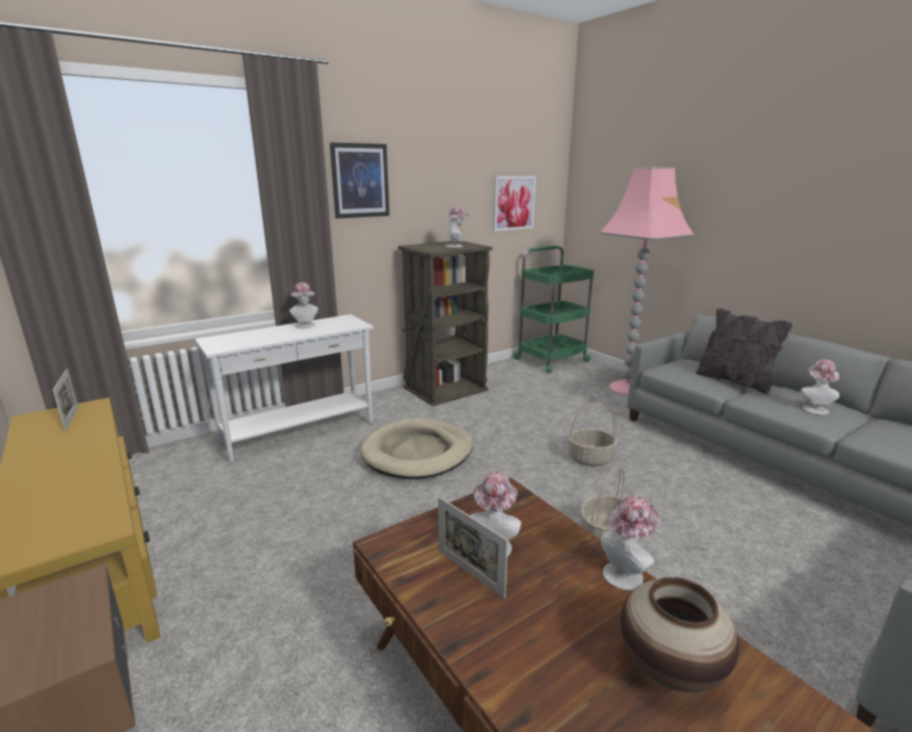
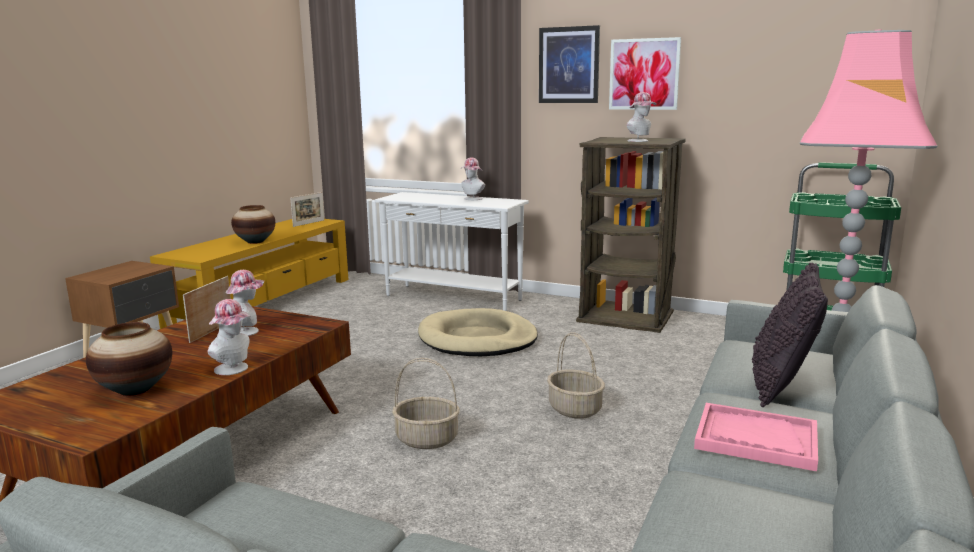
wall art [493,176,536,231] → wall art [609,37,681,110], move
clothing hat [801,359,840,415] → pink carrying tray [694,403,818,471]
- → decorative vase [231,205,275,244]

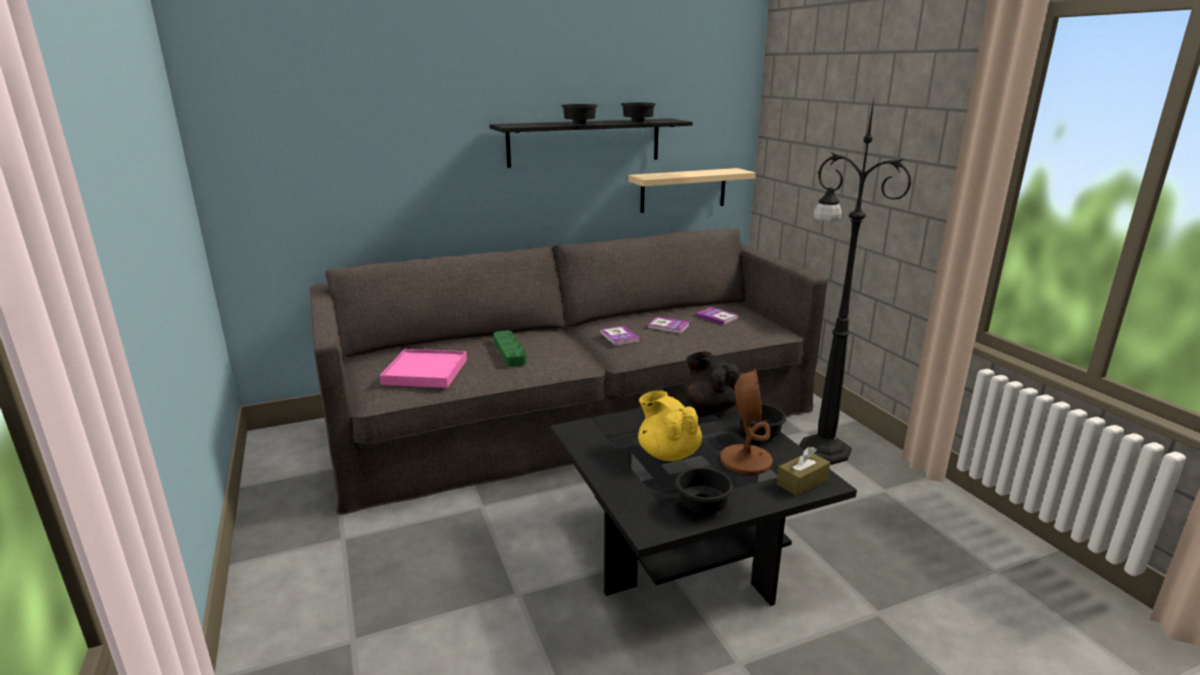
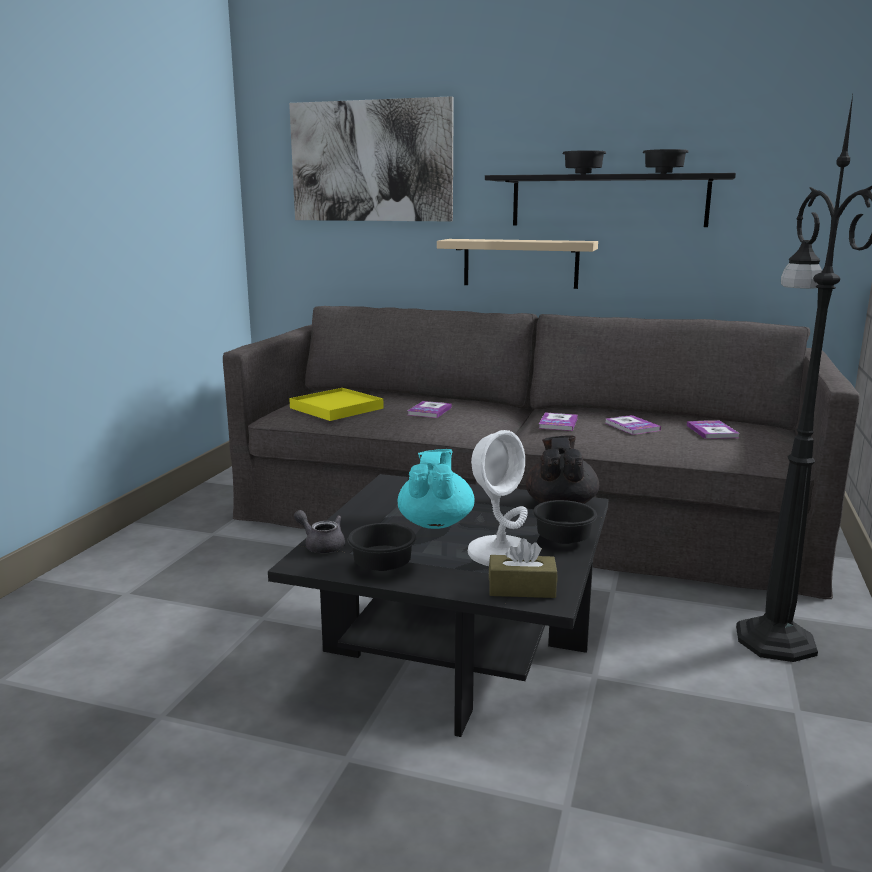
pink carrying tray [380,349,467,388] → yellowish carrying tray [289,388,384,421]
green-coloured carrying tray [493,330,527,367] → bound book [408,401,452,418]
beige shelf [628,168,756,213] → beige shelf [437,239,598,289], move
yellowish pot for tea [638,391,702,461] → turquoise-coloured pot for tea [398,449,475,529]
brown table lamp [720,369,773,475] → white-coloured table lamp [468,430,529,566]
- → wall art [289,96,454,221]
- → grey pot for tea [294,510,345,553]

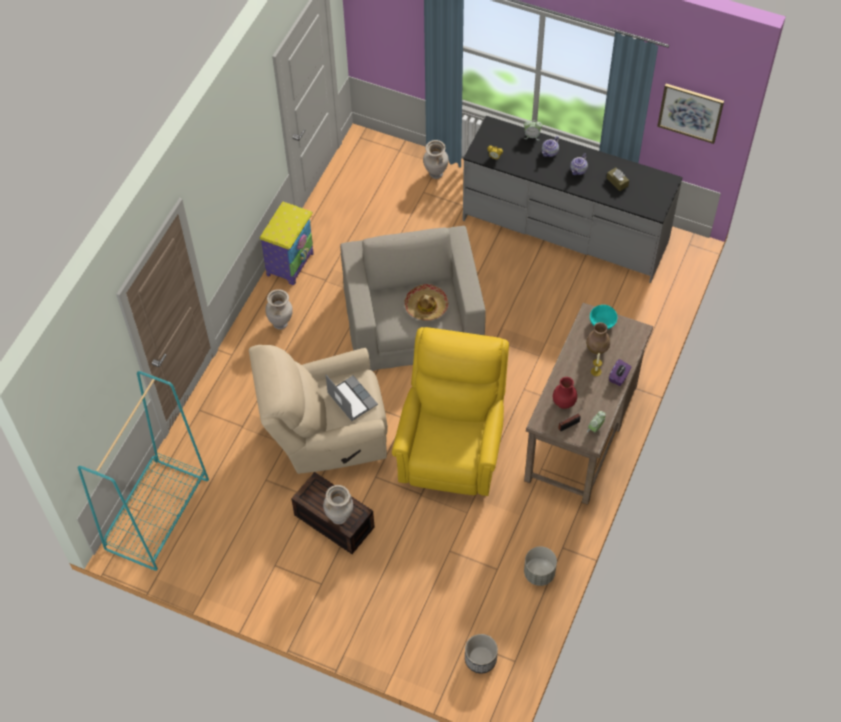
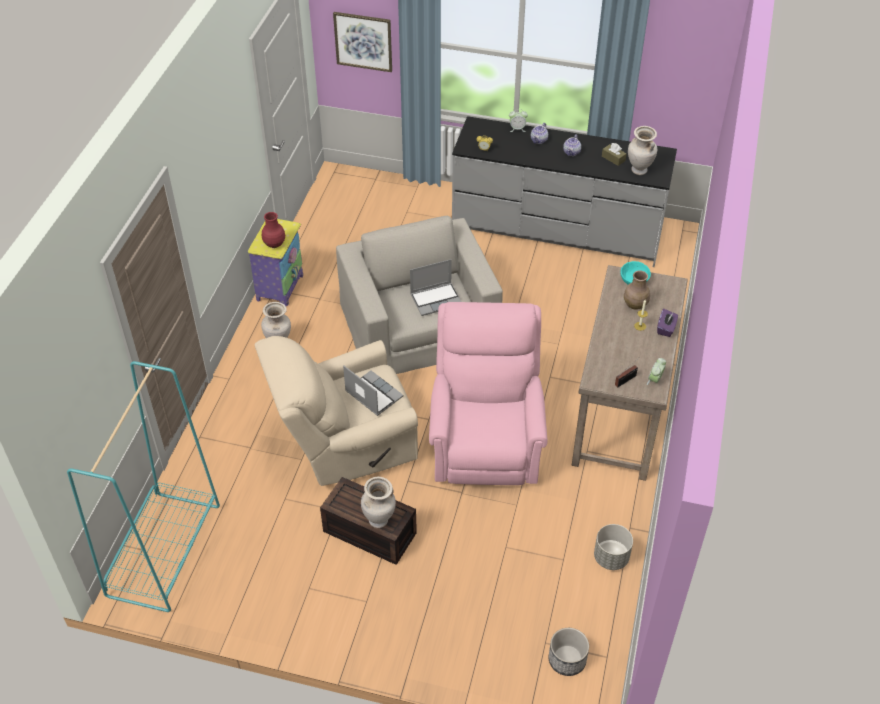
yellowish armchair [392,327,509,496] → pink armchair [429,302,548,485]
clothing hat [404,284,448,321] → laptop [410,259,461,316]
beige decorative vase [423,140,449,179] → beige decorative vase [628,126,657,175], move
reddish decorative vase [553,377,577,409] → reddish decorative vase [262,212,285,248], move
wall art [657,84,724,144] → wall art [333,12,392,72], move

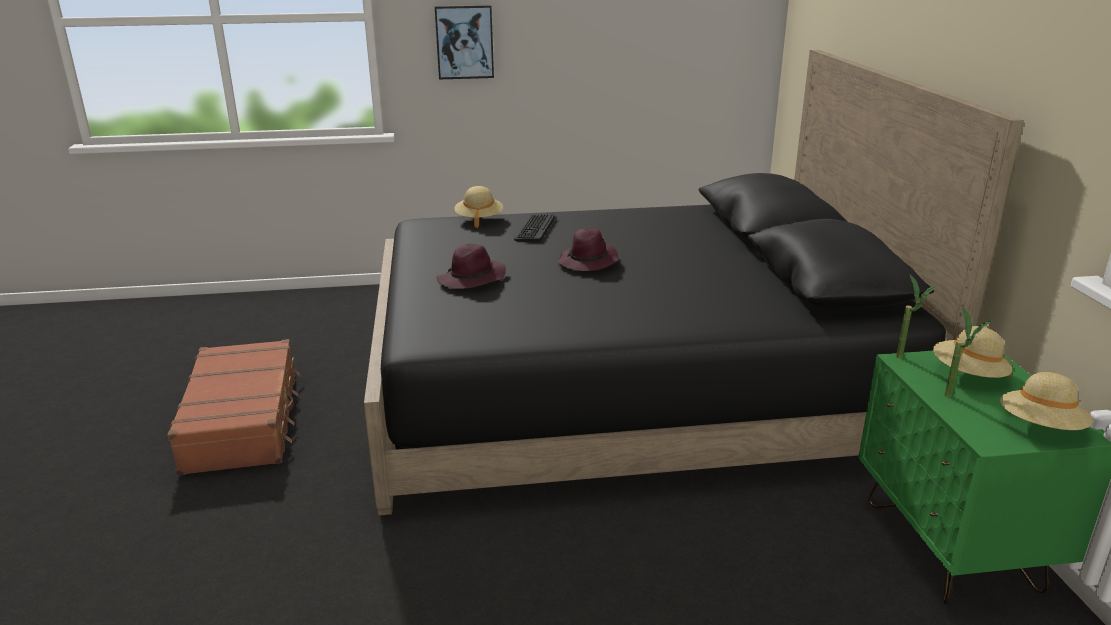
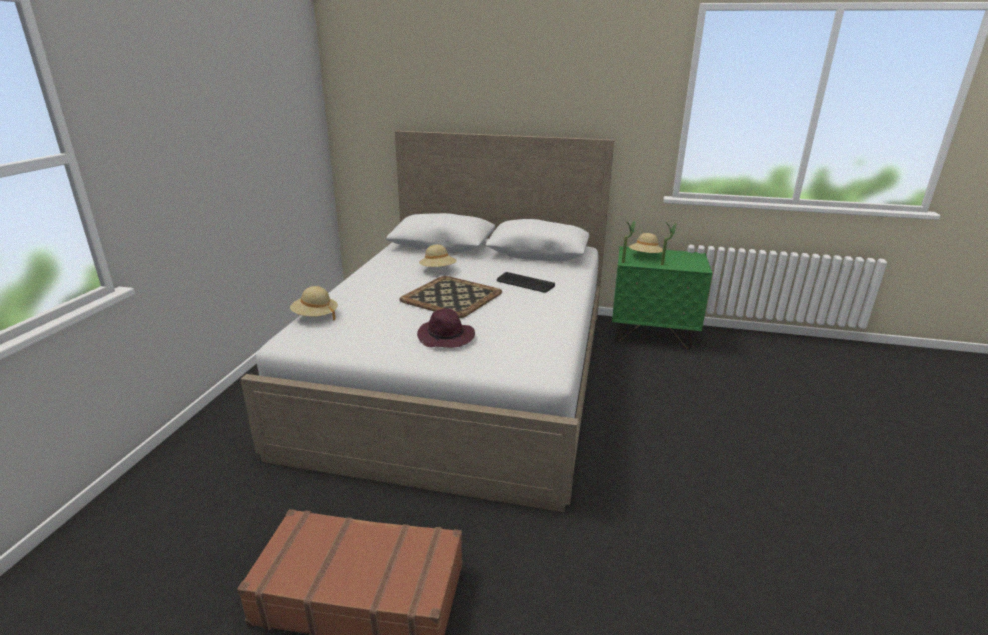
blackish bedroom bed [364,50,1024,516] → white-coloured bedroom bed [240,131,614,512]
wall art [435,5,494,79] → -
computer keyboard [514,214,555,243] → computer keyboard [497,272,555,292], move
purple clothing hat [558,228,619,271] → carrying tray [399,276,502,318]
beige clothing hat [1000,372,1093,430] → beige clothing hat [419,245,457,267], move

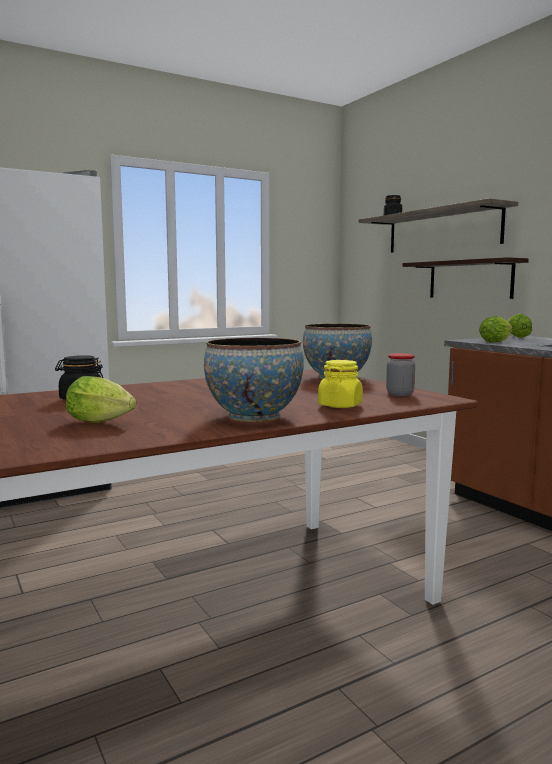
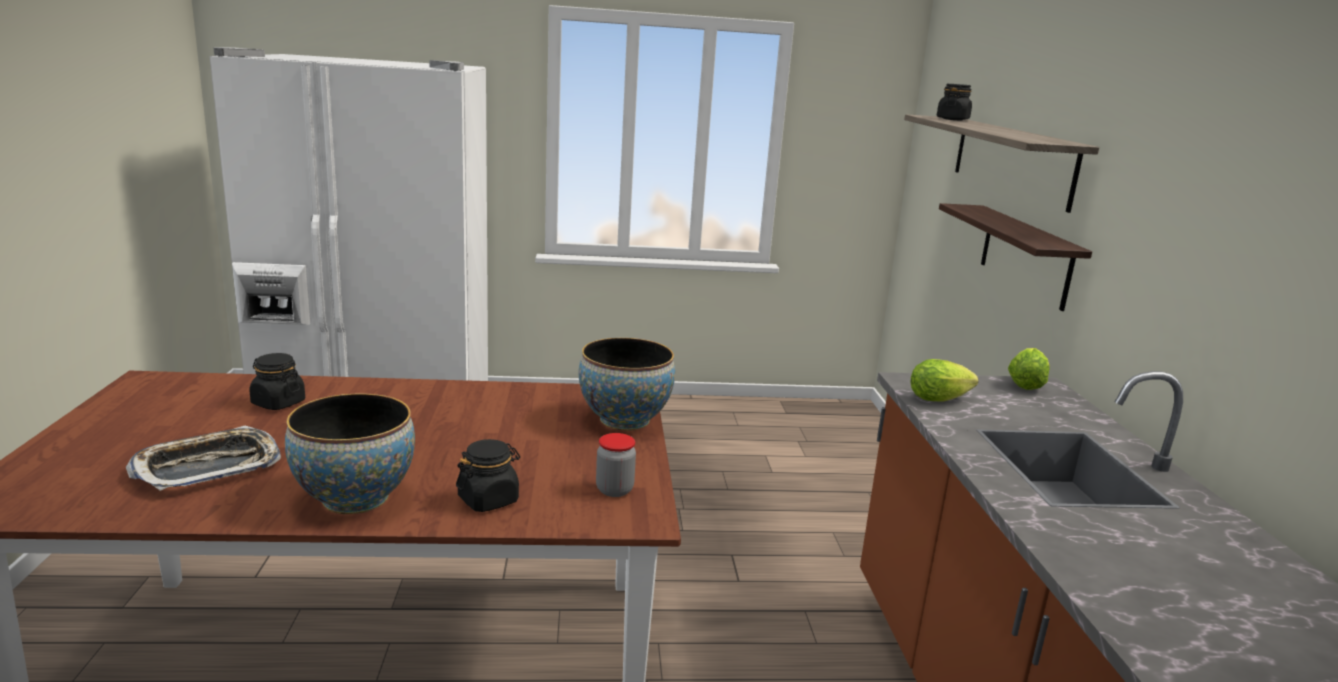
lettuce head [66,376,136,423] → carrying tray [126,426,281,491]
yellowish preserve jar [318,360,363,408] → blackish preserve jar [456,439,520,512]

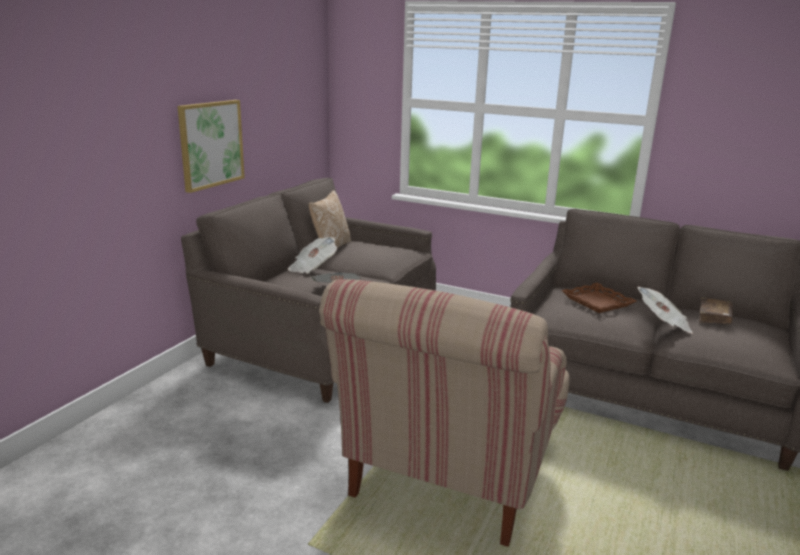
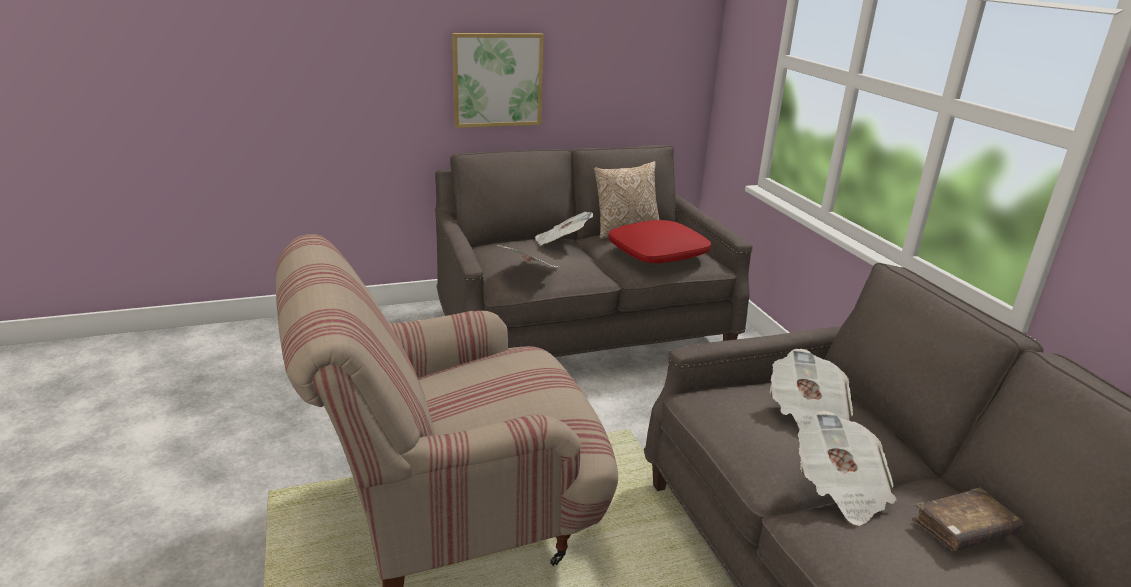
brown carrying tray [561,283,636,313] → daily paper [769,349,853,430]
- → reddish throw pillow [609,220,711,263]

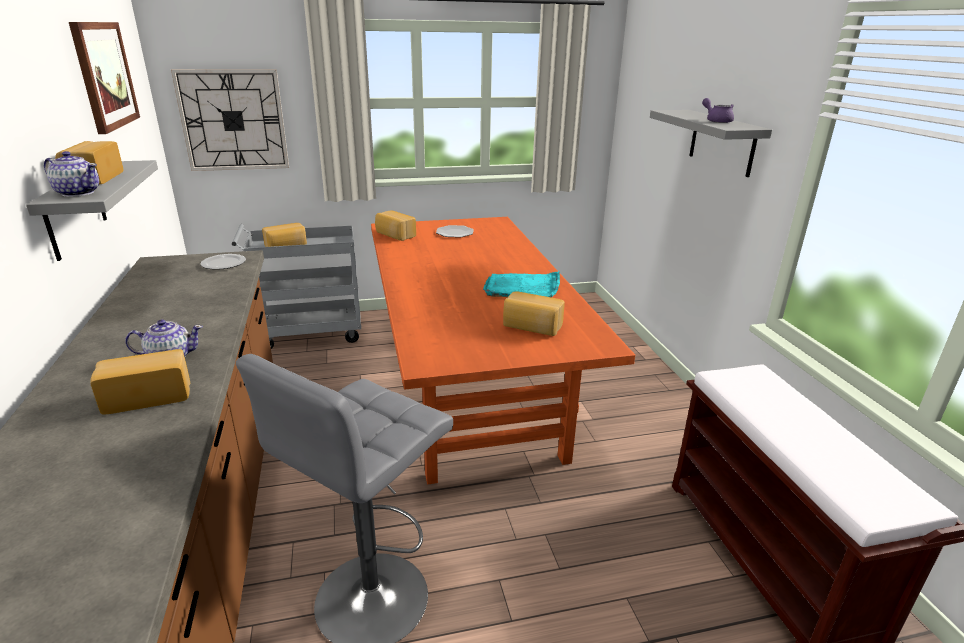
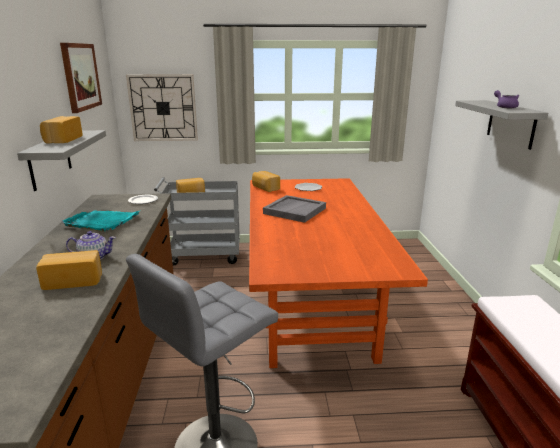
pot for tea [44,151,99,197] → -
turquoise-coloured carrying tray [483,271,560,297] → turquoise-coloured carrying tray [62,210,139,232], move
bakery bread [503,291,565,336] → -
- → grey carrying tray [263,195,326,223]

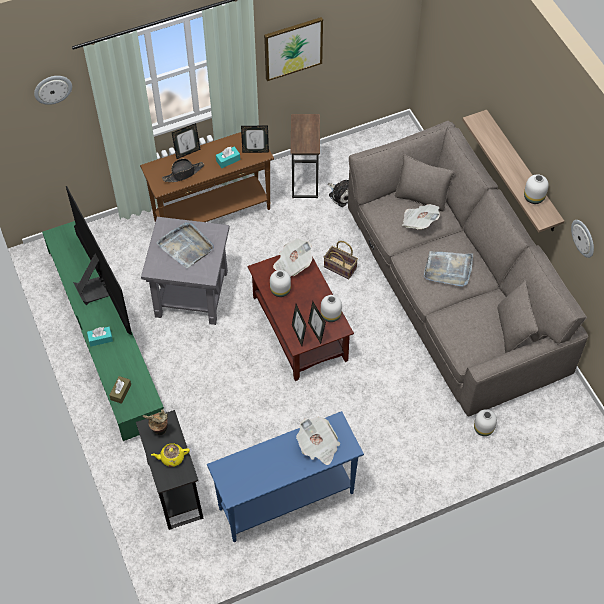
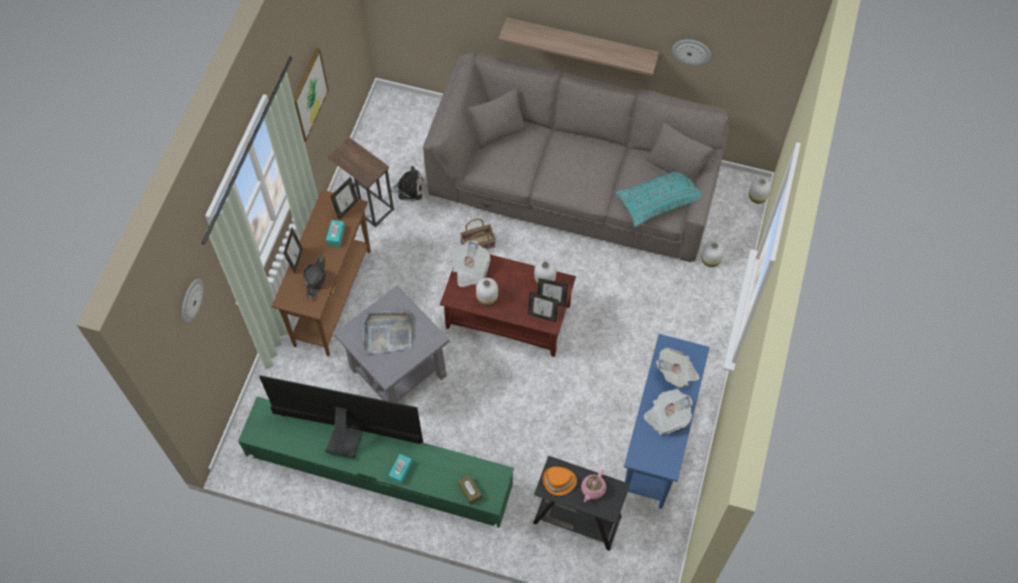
houseplant [143,409,168,435] → orange clothing hat [543,467,577,495]
yellowish pot for tea [151,443,190,467] → pink pot for tea [581,469,606,502]
daily paper [402,204,440,229] → daily paper [644,389,693,435], move
grey carrying tray [424,251,473,287] → -
white-coloured decorative vase [524,174,549,204] → white-coloured decorative vase [749,177,771,204], move
- → turquoise-coloured throw pillow [616,172,701,227]

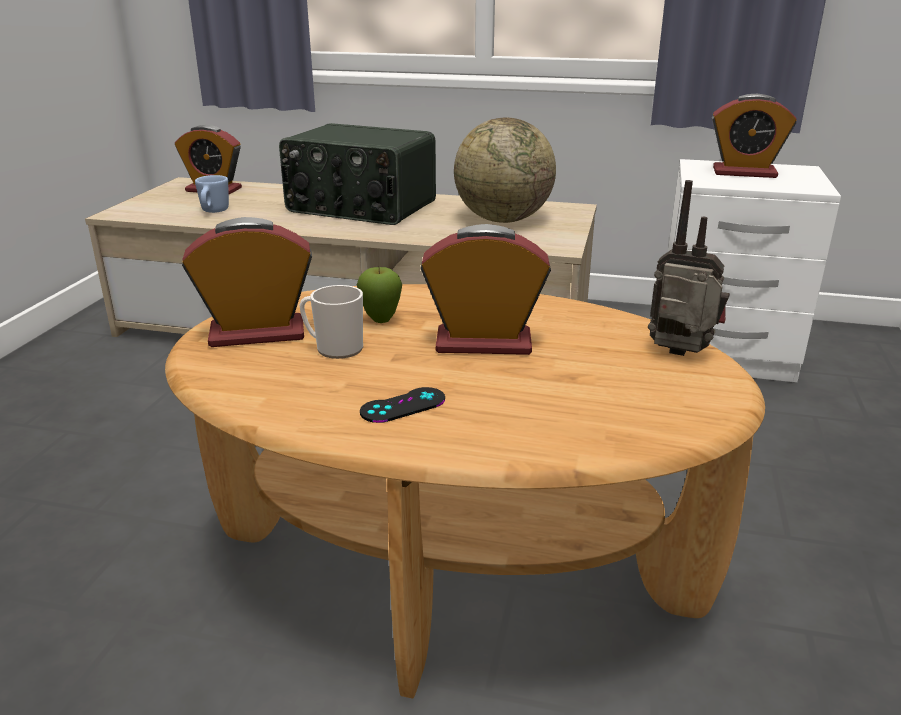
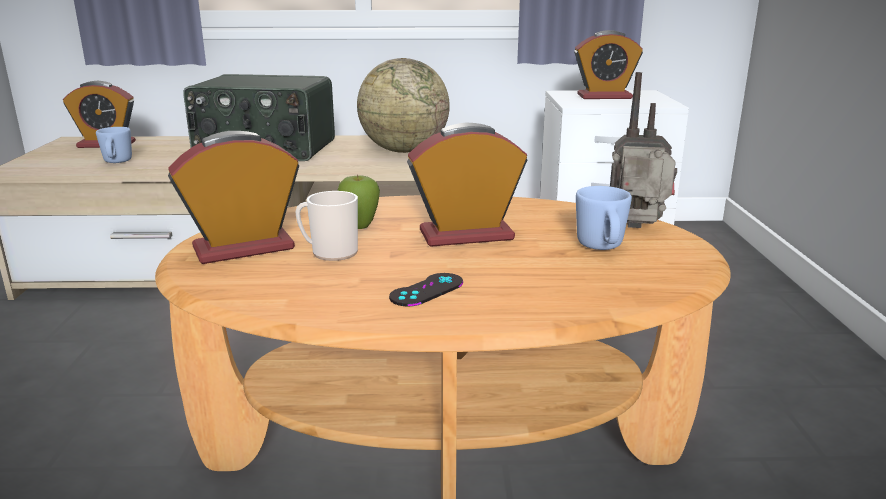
- → blue-coloured tea mug [576,186,632,250]

